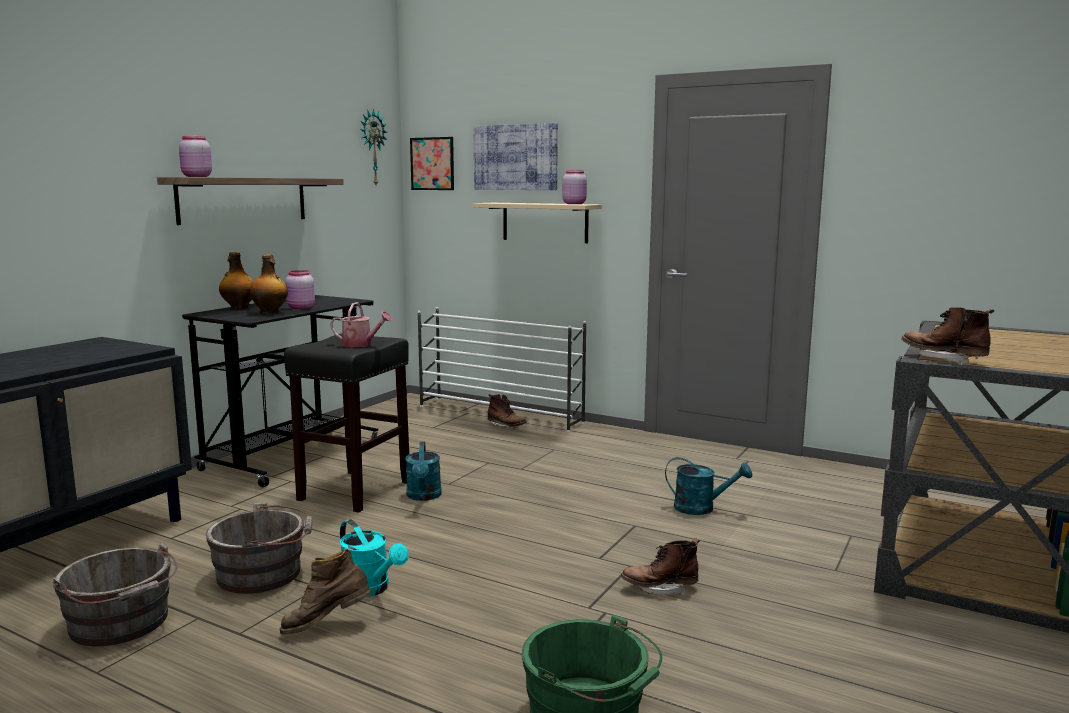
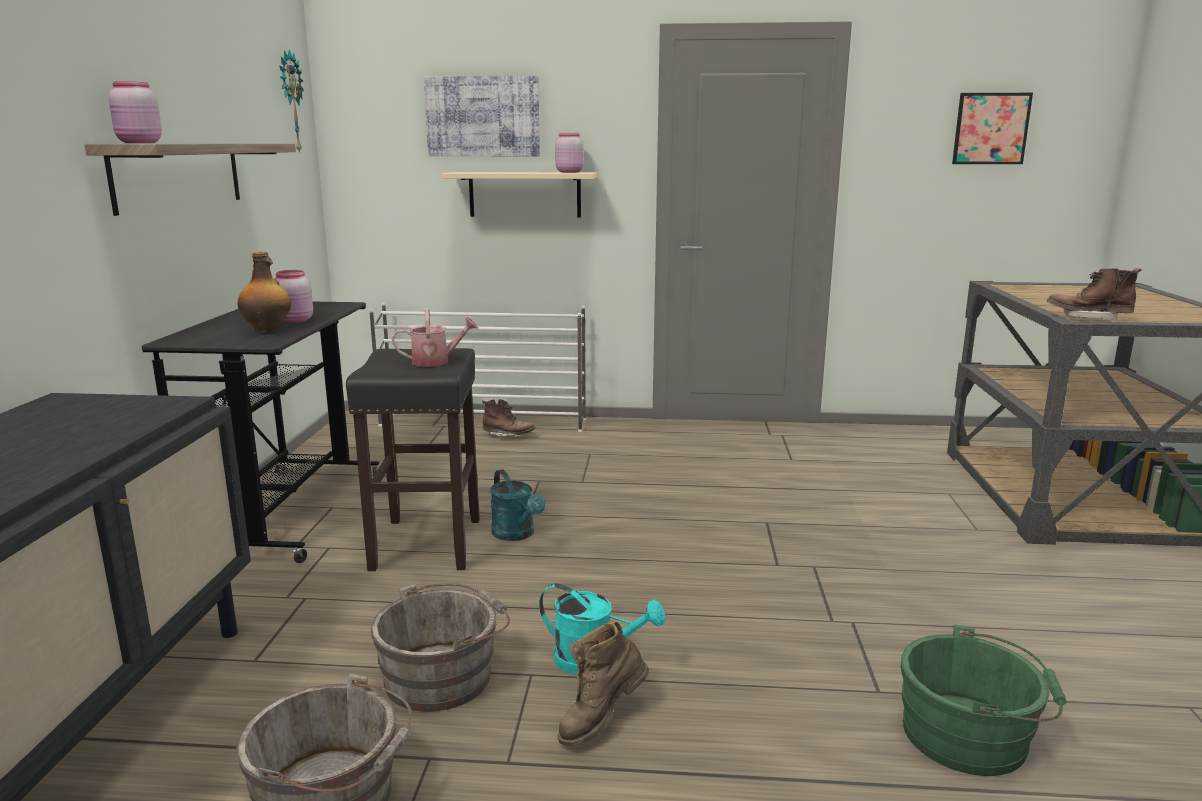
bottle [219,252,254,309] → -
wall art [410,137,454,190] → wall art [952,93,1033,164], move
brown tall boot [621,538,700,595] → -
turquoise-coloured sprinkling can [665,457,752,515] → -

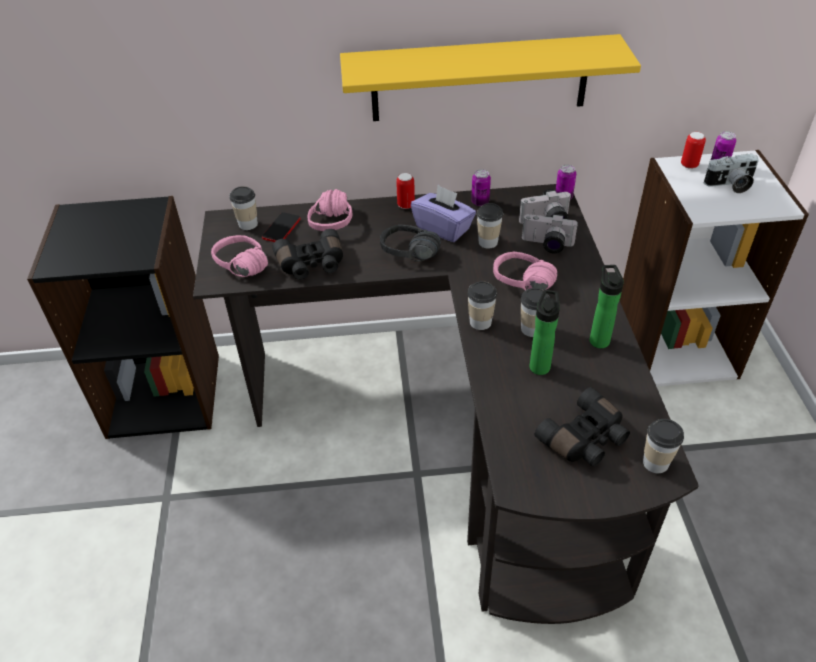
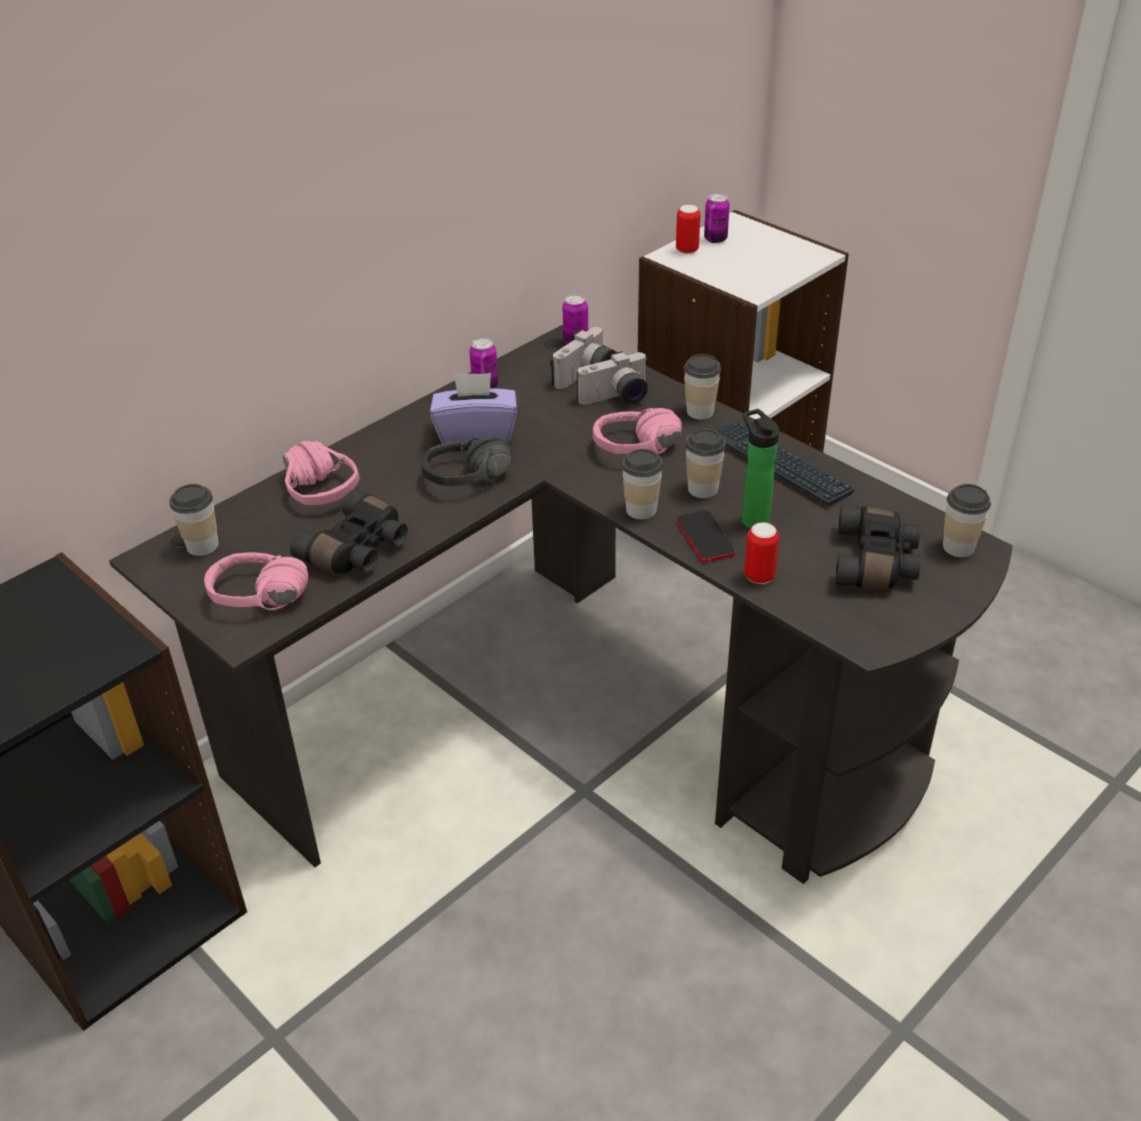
phone [262,212,300,242] → phone [676,510,735,563], move
yellowish shelf [340,34,641,121] → -
can [396,173,415,209] → can [744,522,779,584], move
drinking cup [477,203,503,248] → drinking cup [684,354,721,420], move
bottle [590,265,624,349] → computer keyboard [715,421,855,506]
still camera [704,154,759,193] → -

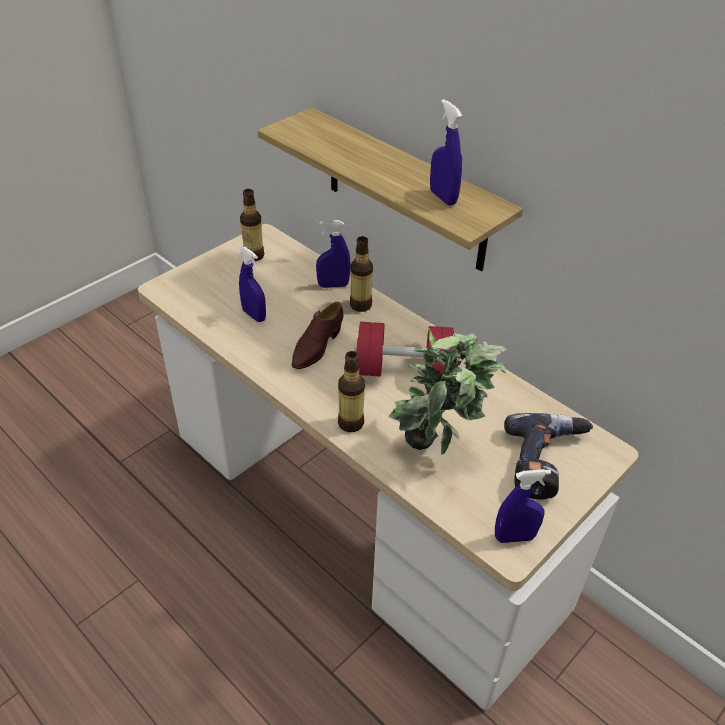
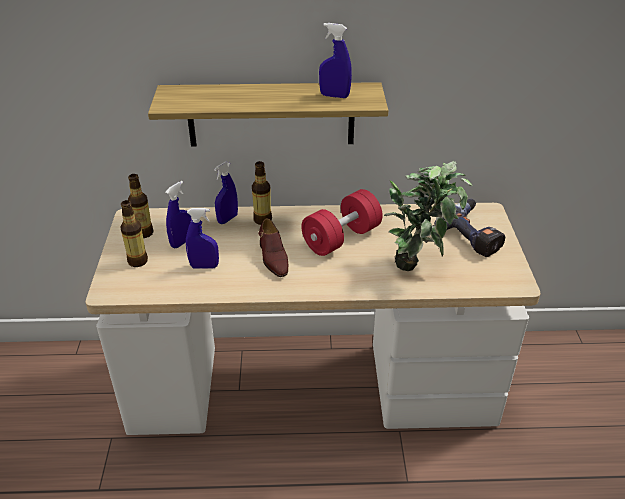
bottle [338,351,365,432] → bottle [120,200,148,267], move
blue-coloured hand sprayer [495,469,551,543] → blue-coloured hand sprayer [165,181,192,249], move

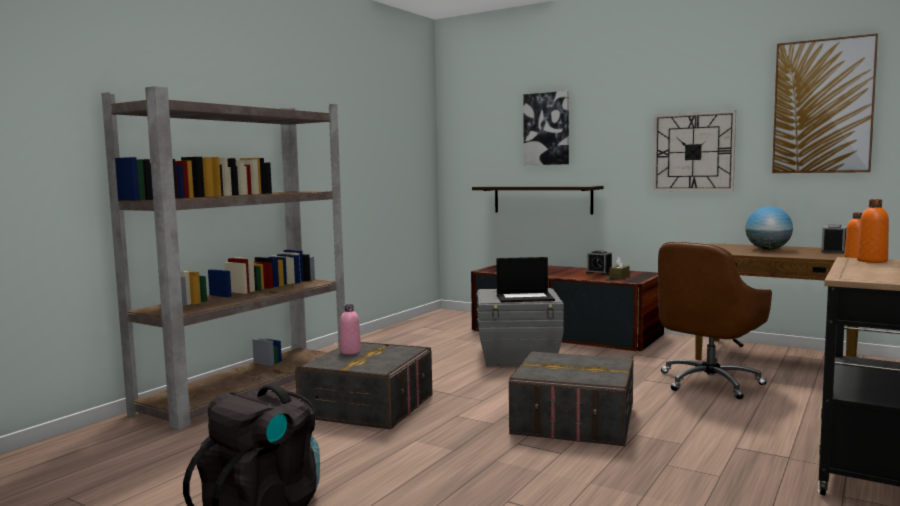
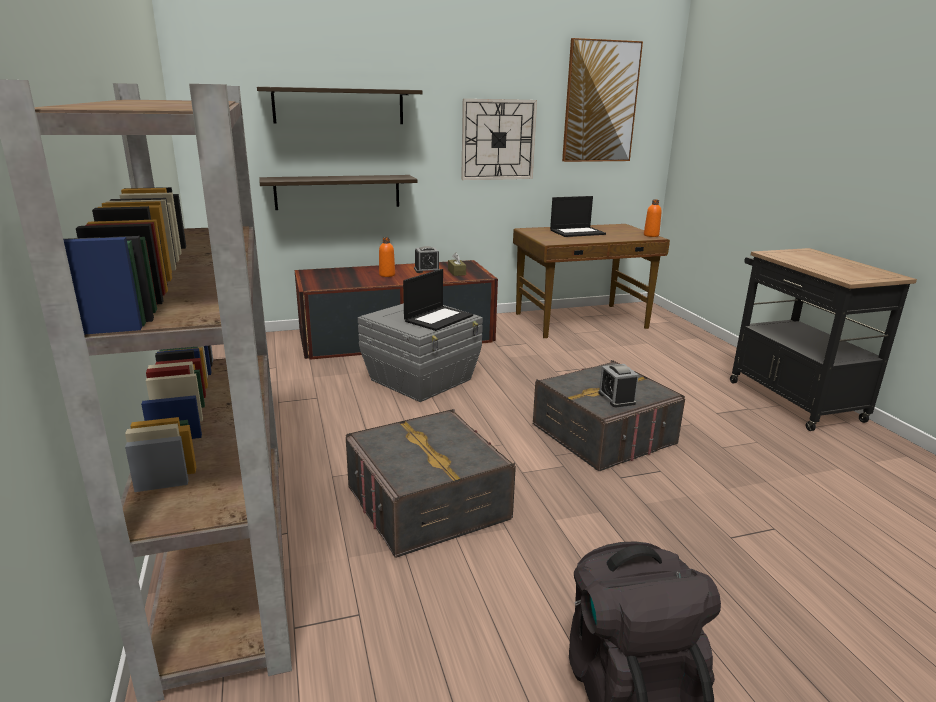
pink bottle [340,304,361,355] → -
wall art [523,91,569,165] → shelf [257,87,423,124]
brown desk chair [658,242,772,399] → -
world globe [746,207,793,250] → laptop [550,196,606,237]
table clock [821,224,846,253] → table clock [598,364,639,407], move
orange bottle [857,199,889,263] → orange bottle [379,237,395,277], move

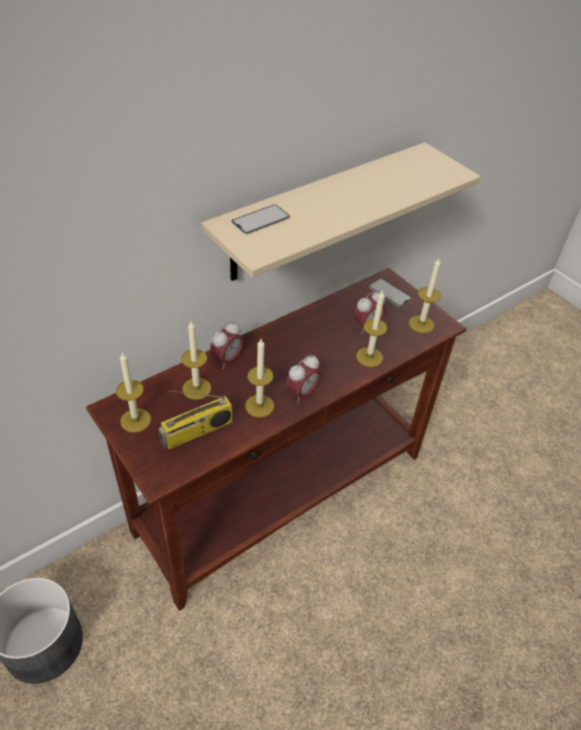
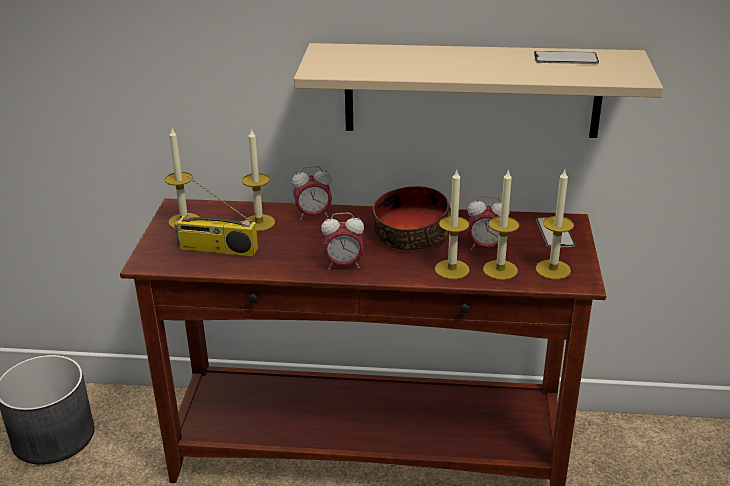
phone [232,204,290,234] → phone [534,51,599,64], move
candle [245,339,274,417] → candle [483,169,519,280], move
- → serving bowl [373,186,451,250]

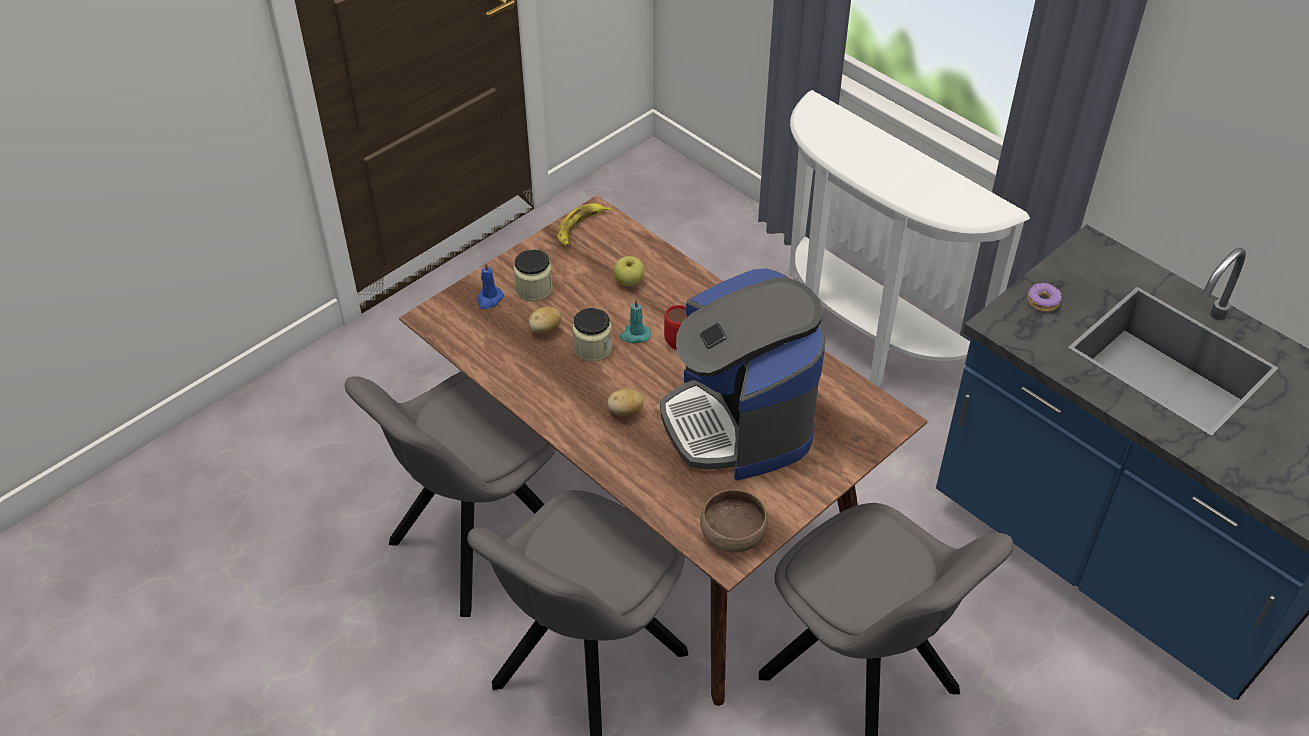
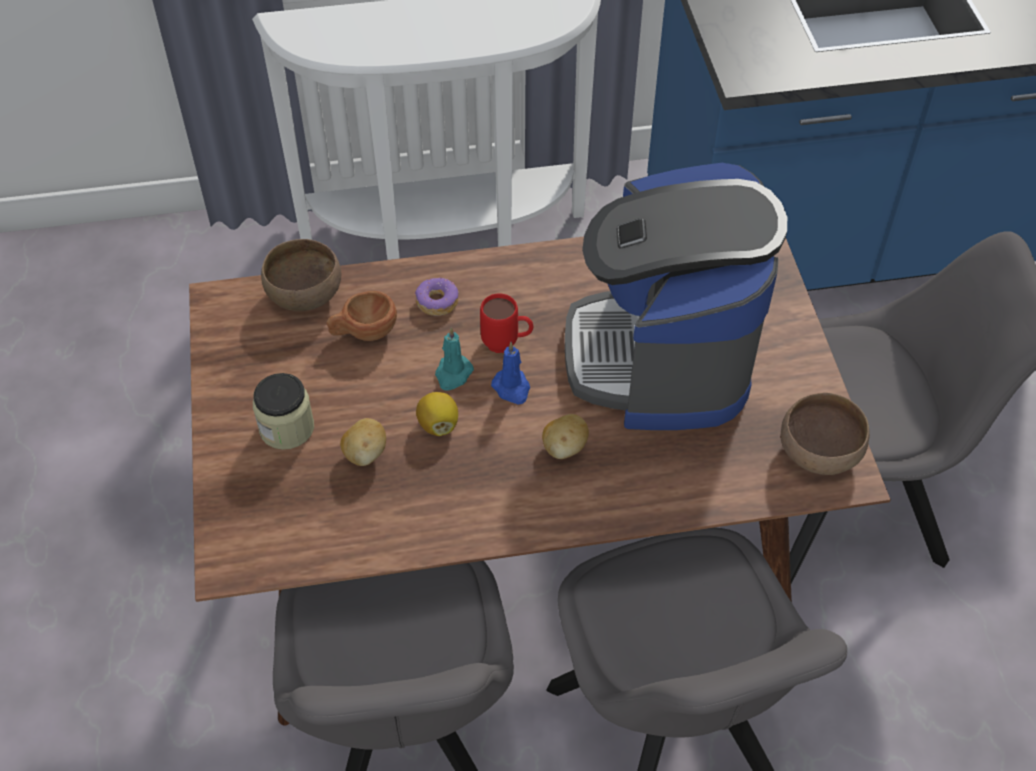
blue-coloured candle [477,263,504,309] → blue-coloured candle [491,342,530,404], move
banana fruit [557,203,612,246] → -
preserve jar [572,308,612,362] → citrus fruit [416,392,458,436]
apple [614,256,645,287] → brown drinking cup [327,291,397,341]
coffee maker [660,268,826,480] → coffee maker [565,163,787,430], 75 degrees clockwise
doughnut [1027,283,1062,312] → doughnut [415,278,459,316], move
- → brown serving bowl [261,239,342,311]

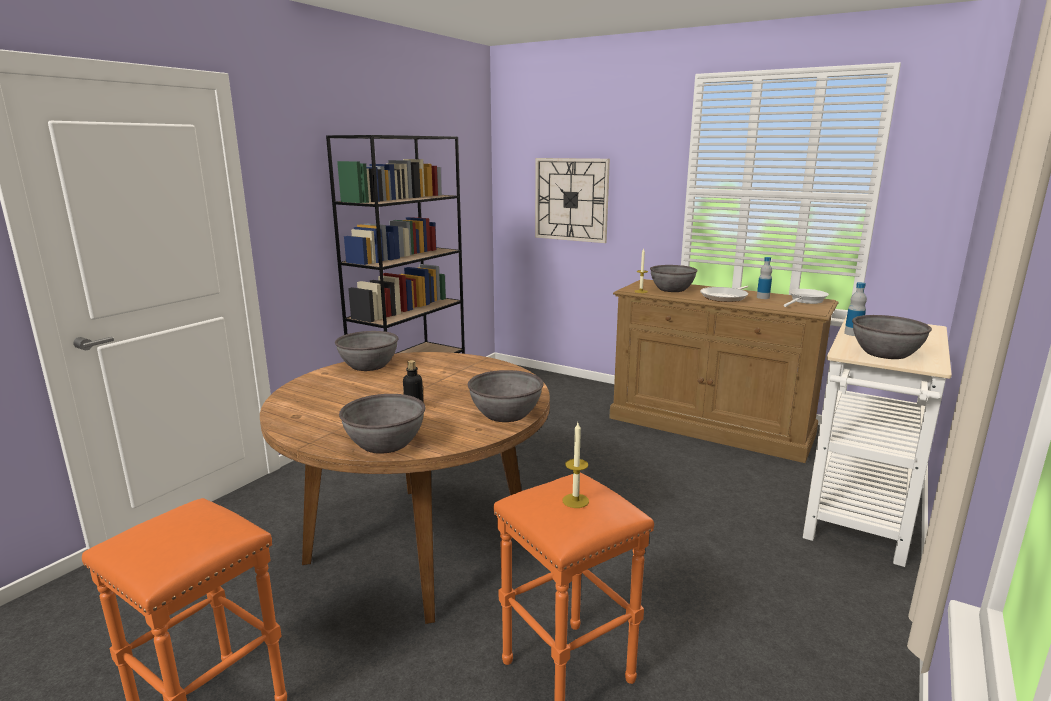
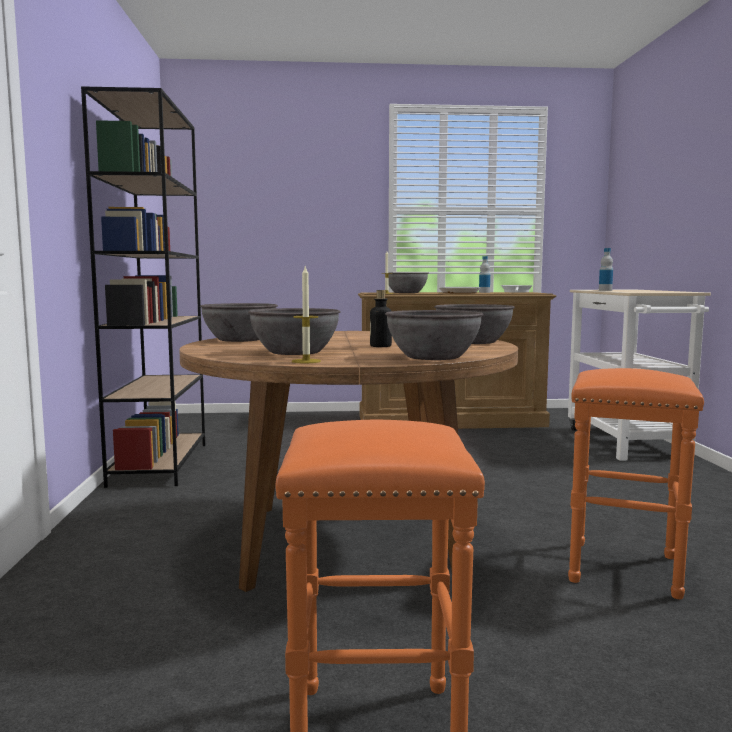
hanging clock [535,158,610,243] → -
candle [563,423,589,508] → candle [292,267,321,363], move
grey serving bowl [852,315,932,359] → grey serving bowl [248,308,341,355], move

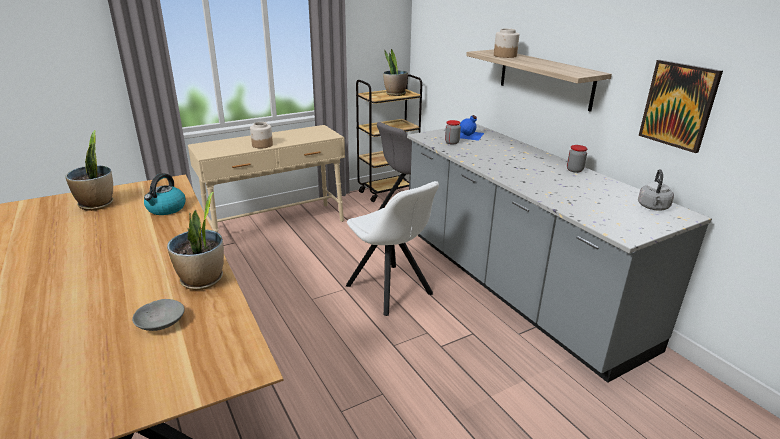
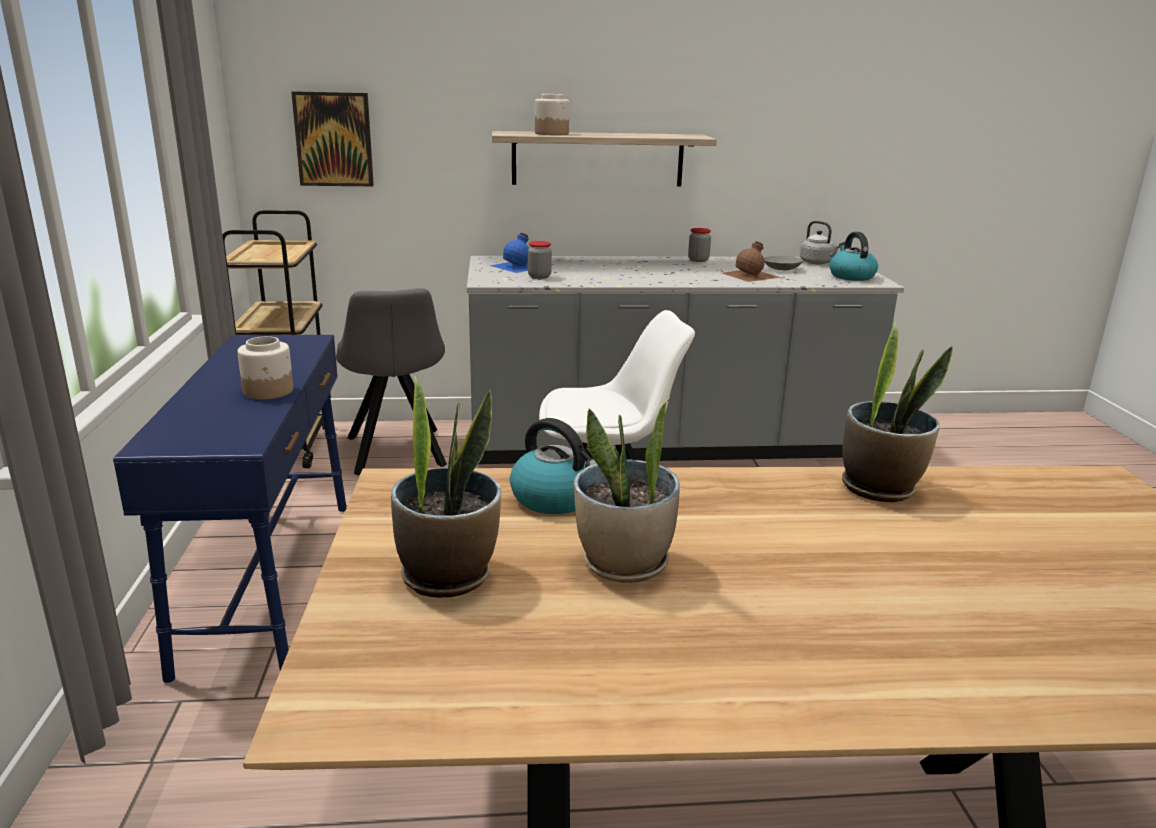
grey serving bowl [132,299,185,331] → grey serving bowl [764,256,803,270], move
beige hall table [188,125,345,232] → blue-coloured hall table [113,335,347,683]
houseplant [383,49,408,96] → houseplant [574,398,680,583], move
wall art [639,60,723,153] → wall art [291,91,374,186], move
- → brown bottle [722,241,781,282]
- → tea kettle [829,232,878,281]

